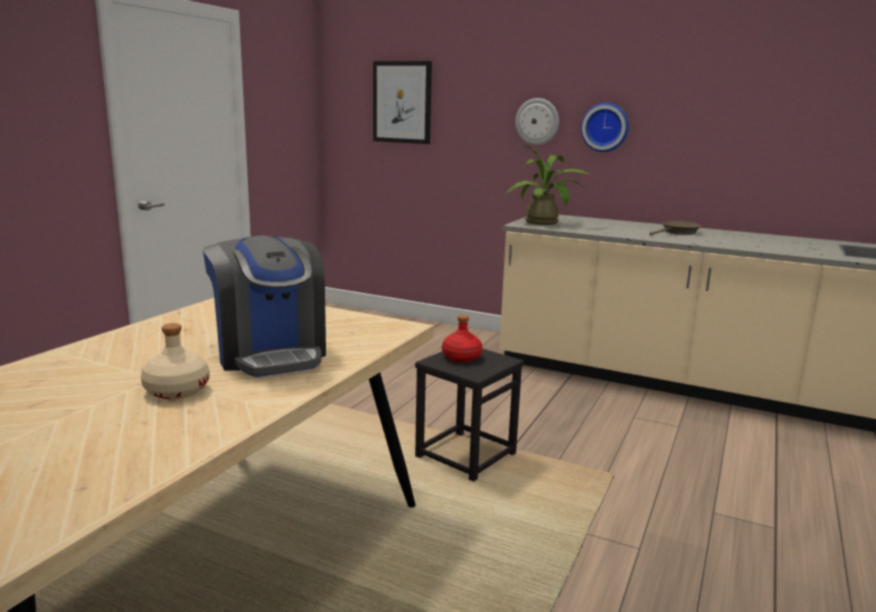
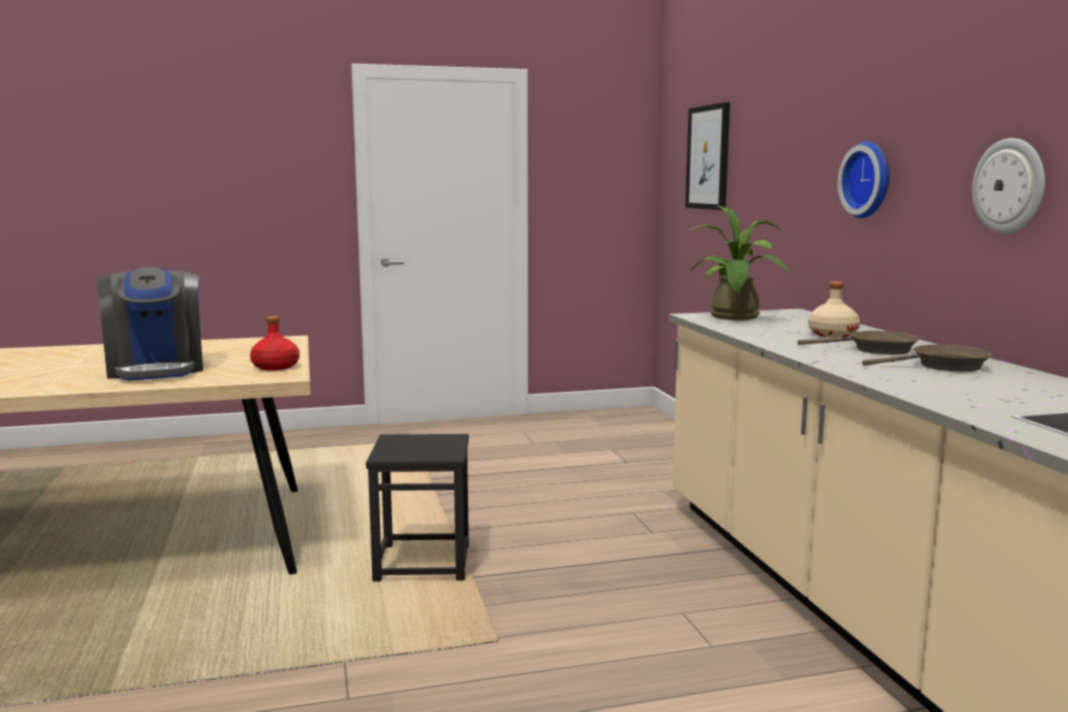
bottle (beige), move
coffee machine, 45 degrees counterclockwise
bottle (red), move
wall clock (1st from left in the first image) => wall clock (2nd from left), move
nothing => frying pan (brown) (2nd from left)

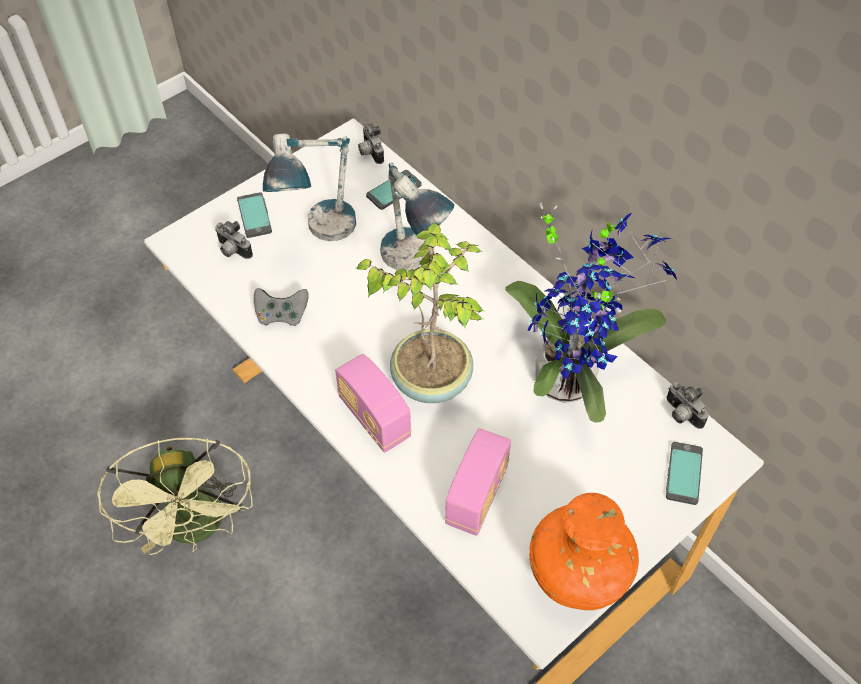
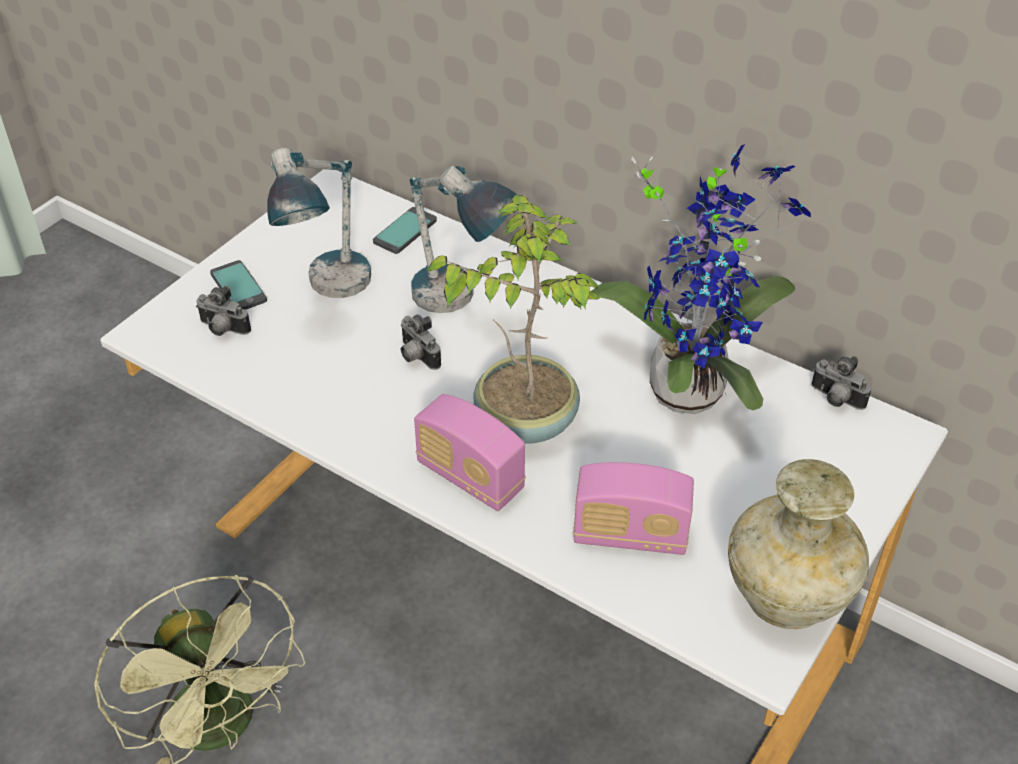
game controller (grey) => nothing
photo camera (2nd from left), move
radio (2nd from left), 90 degrees clockwise
vase (orange) => vase (beige)
phone (3rd from left) => nothing

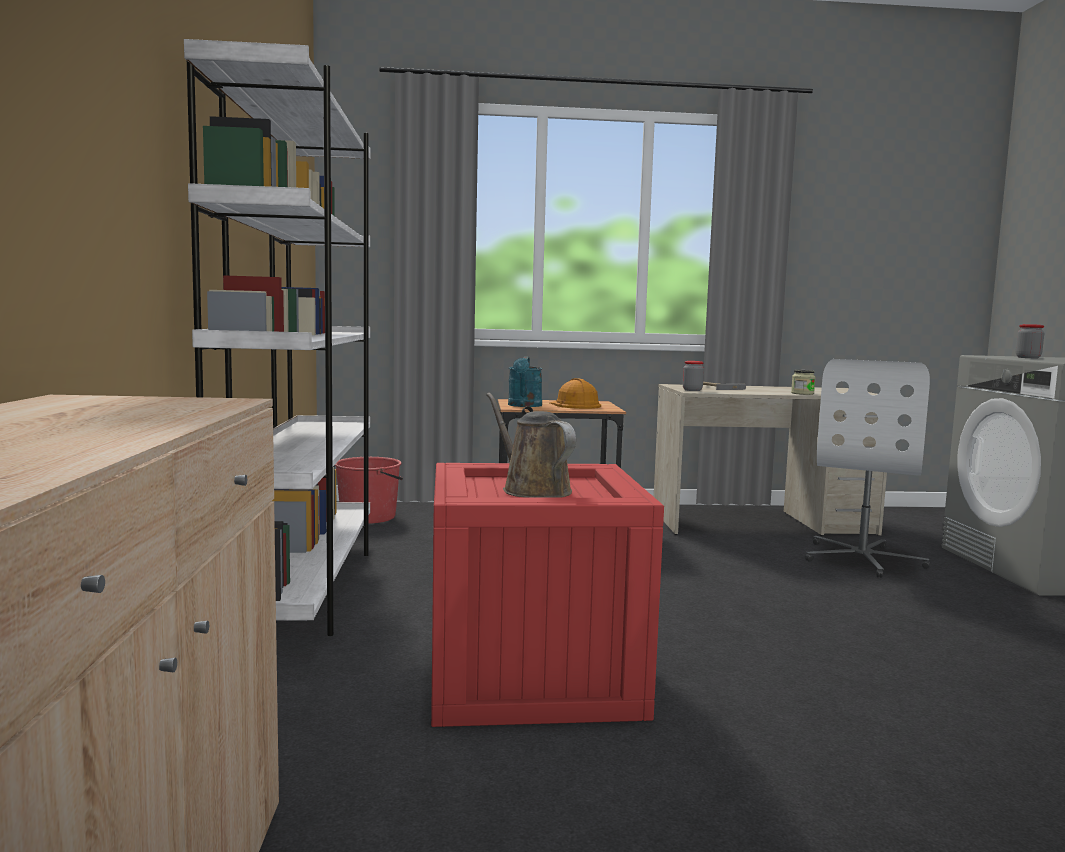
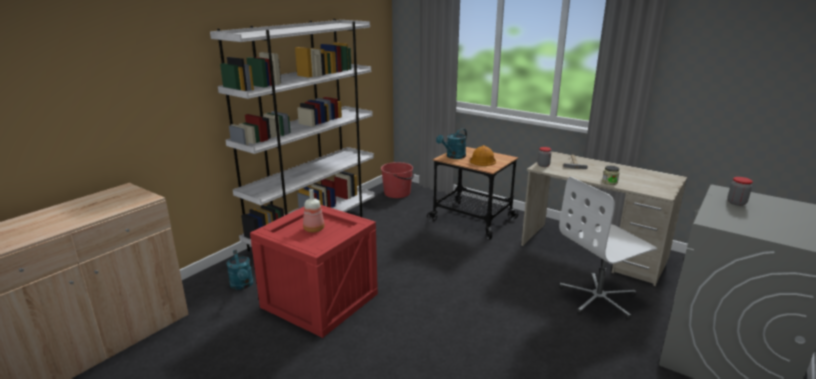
watering can (brown) => bottle
nothing => watering can (turquoise) (1st from left)

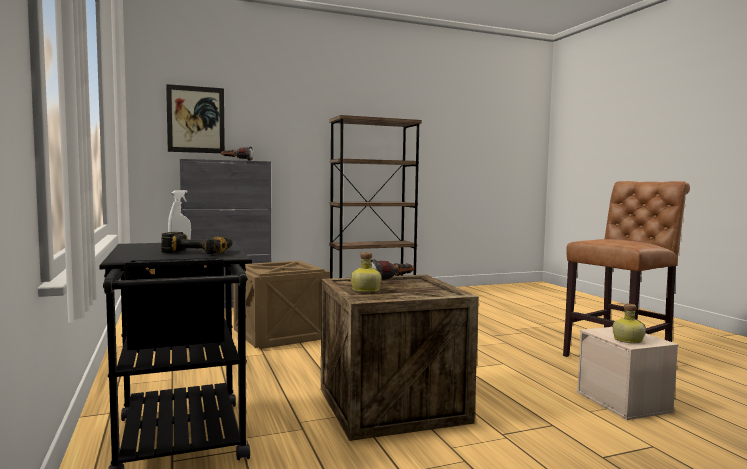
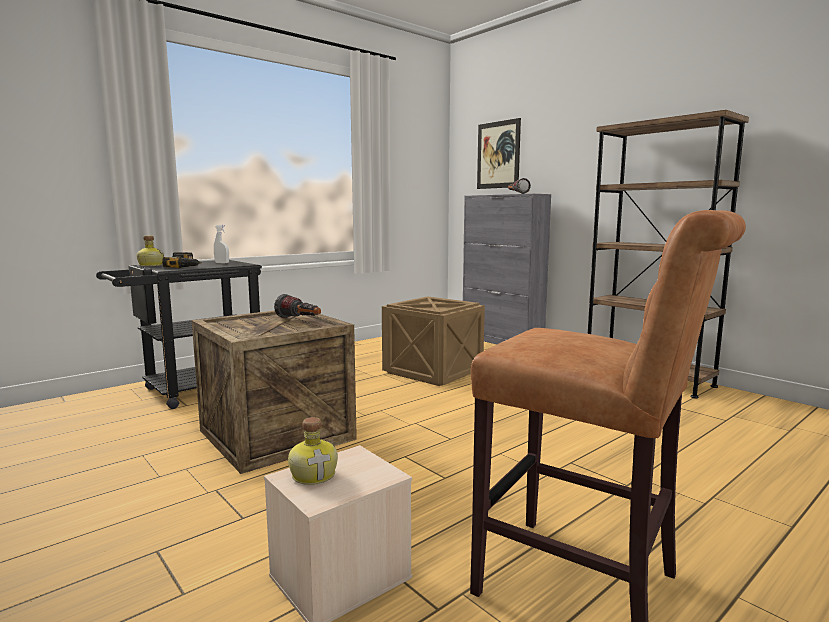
bottle (1st from left), move

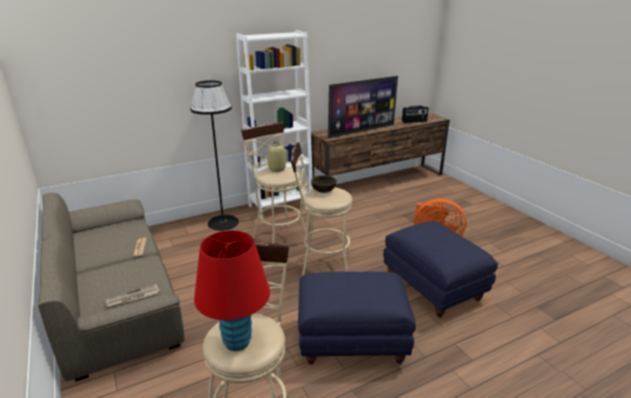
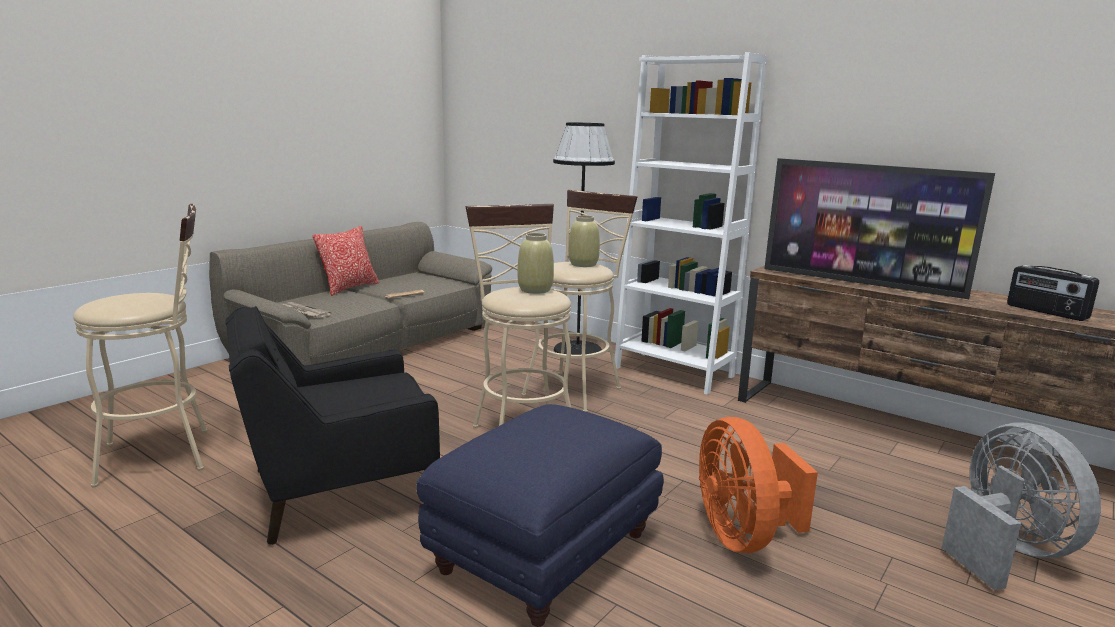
table lamp (red) => nothing
ottoman (blue) (1st from left) => armchair (black)
bowl (brown) => vase (beige) (1st from left)
nothing => pillow
nothing => fan (grey)

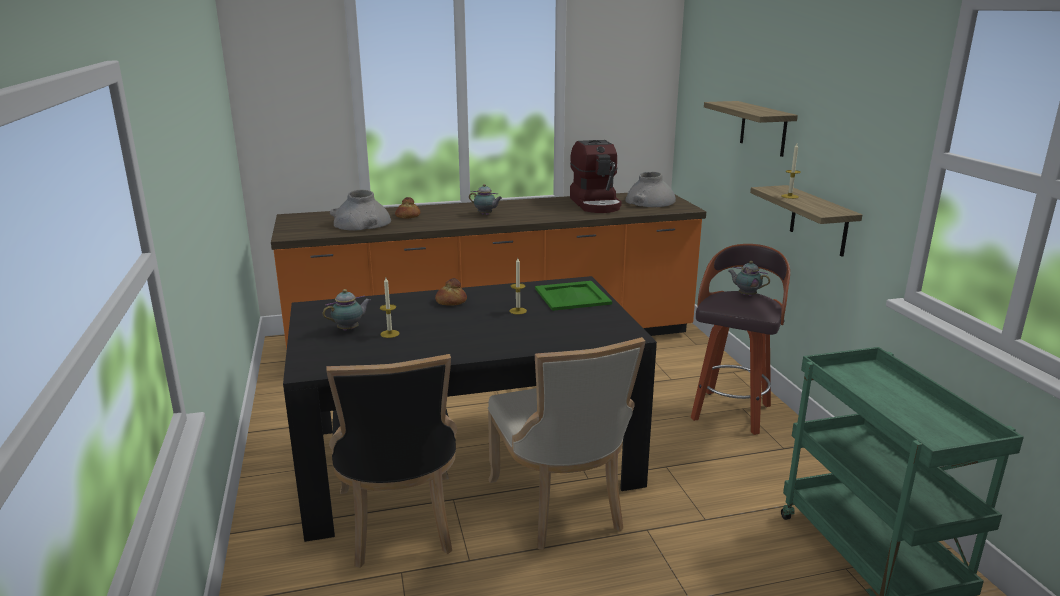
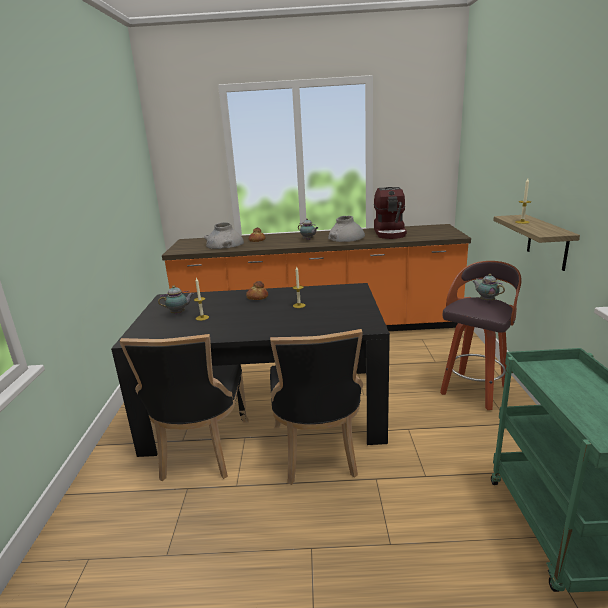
chair (beige) => chair (black) (2nd from left)
tray (green) => nothing
vase (grey) (2nd from left), move
shelf (1st from left) => nothing

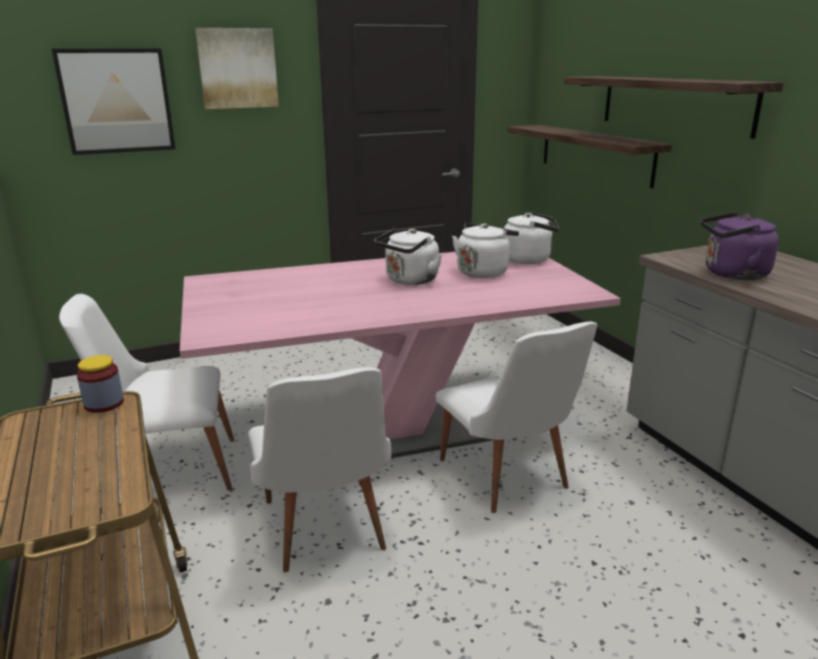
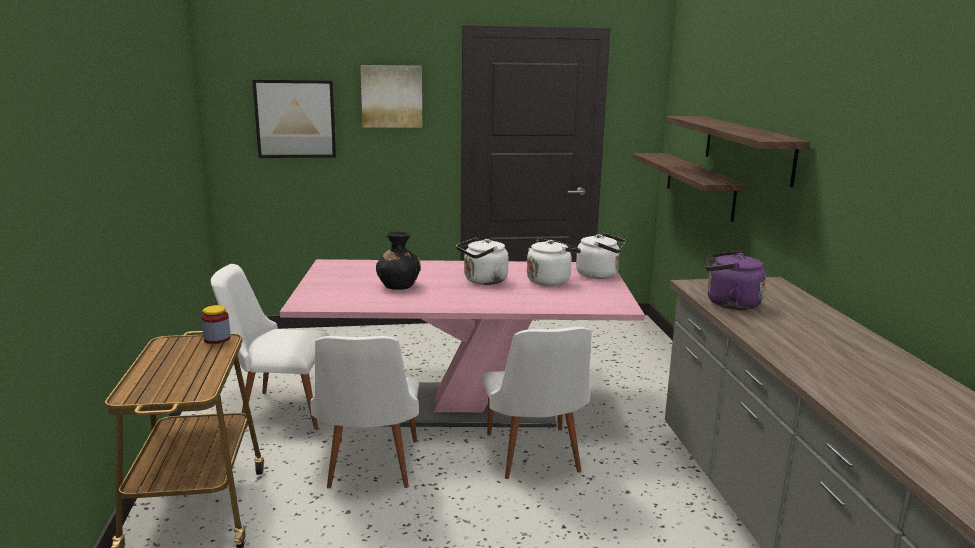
nothing => vase (black)

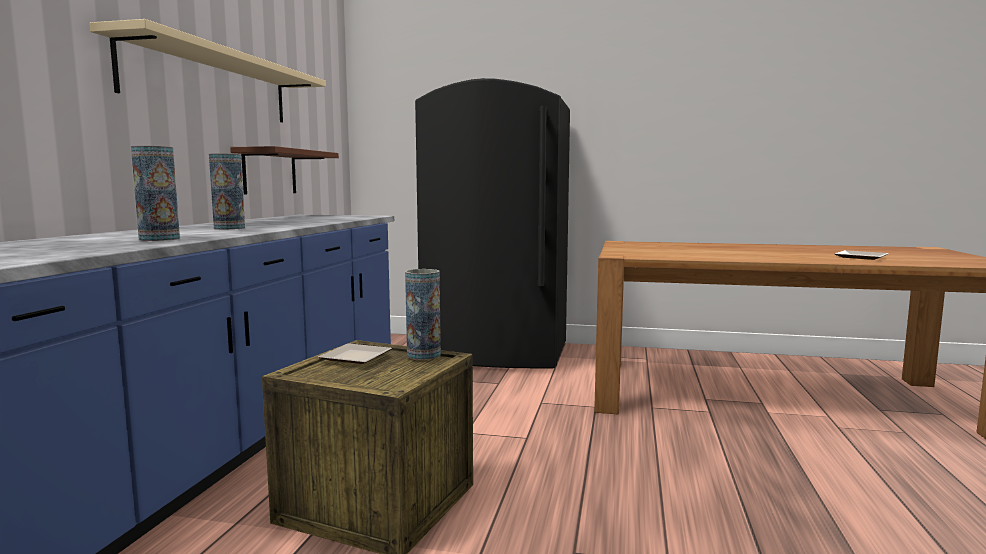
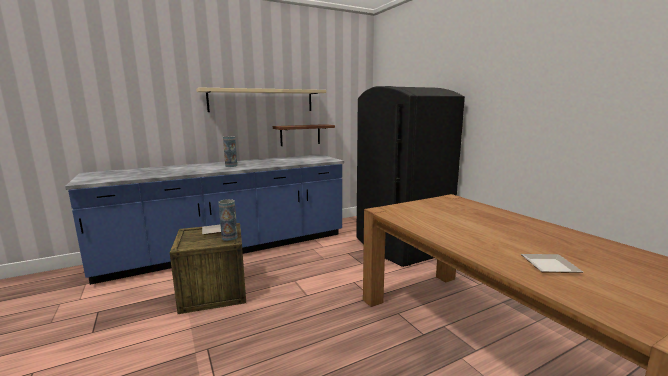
vase (1st from left) => nothing

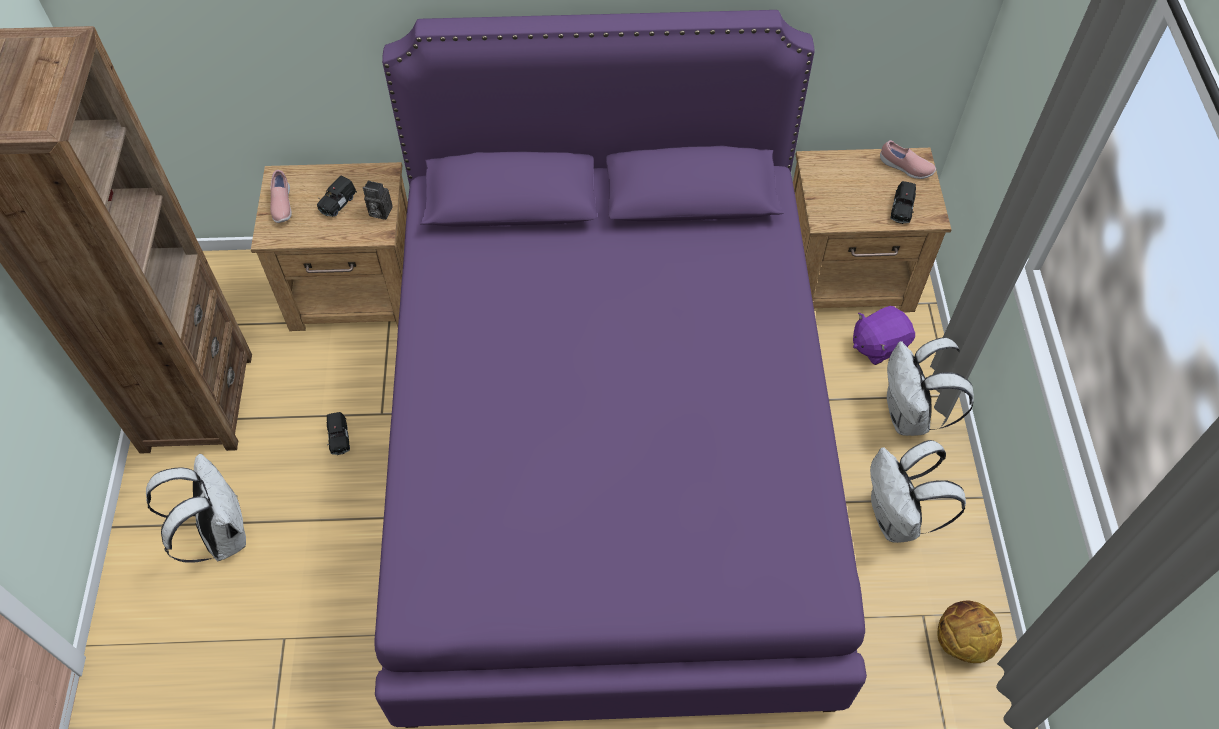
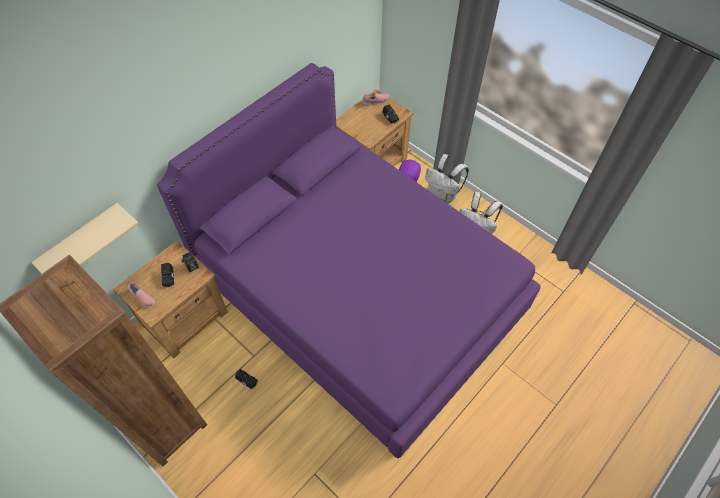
backpack (white) (1st from left) => nothing
basketball => nothing
nothing => shelf (beige)

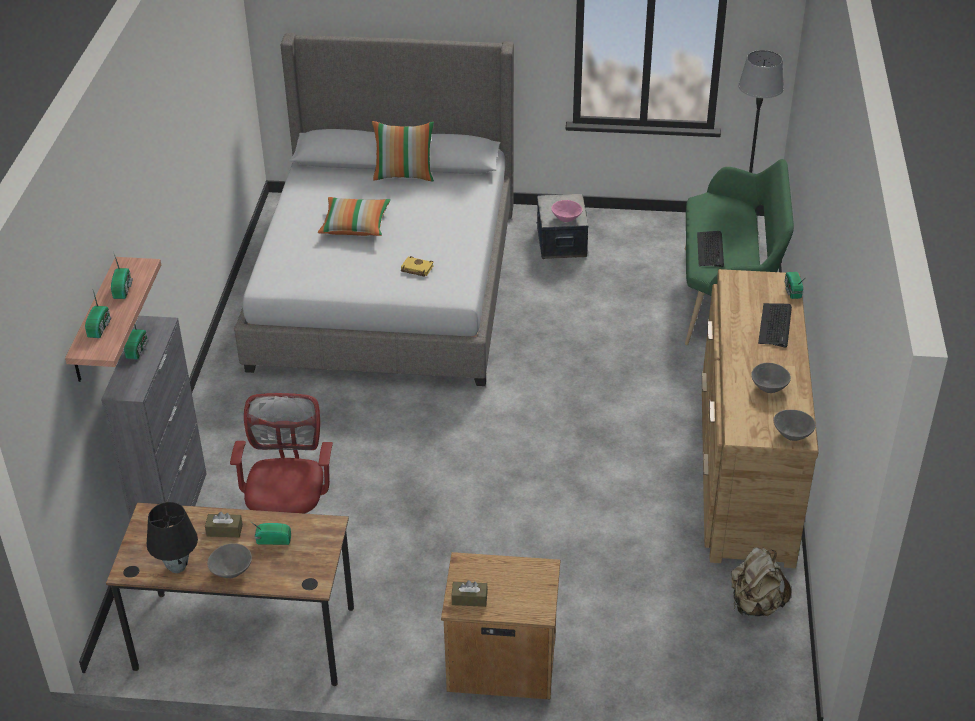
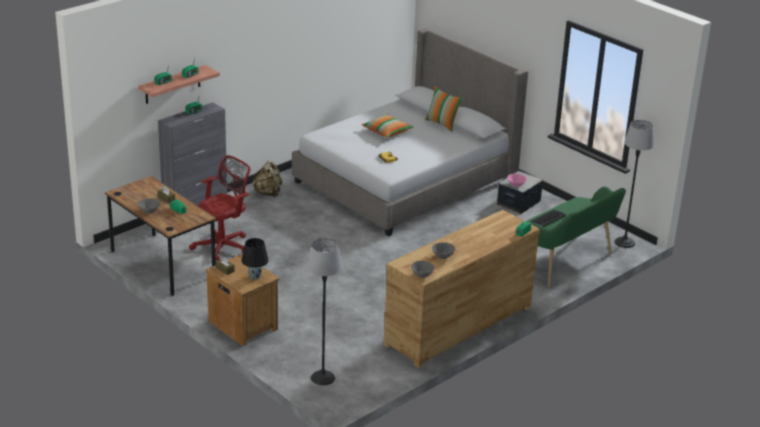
table lamp (black), move
backpack (beige), move
keyboard (2nd from left) => nothing
nothing => floor lamp (1st from left)

